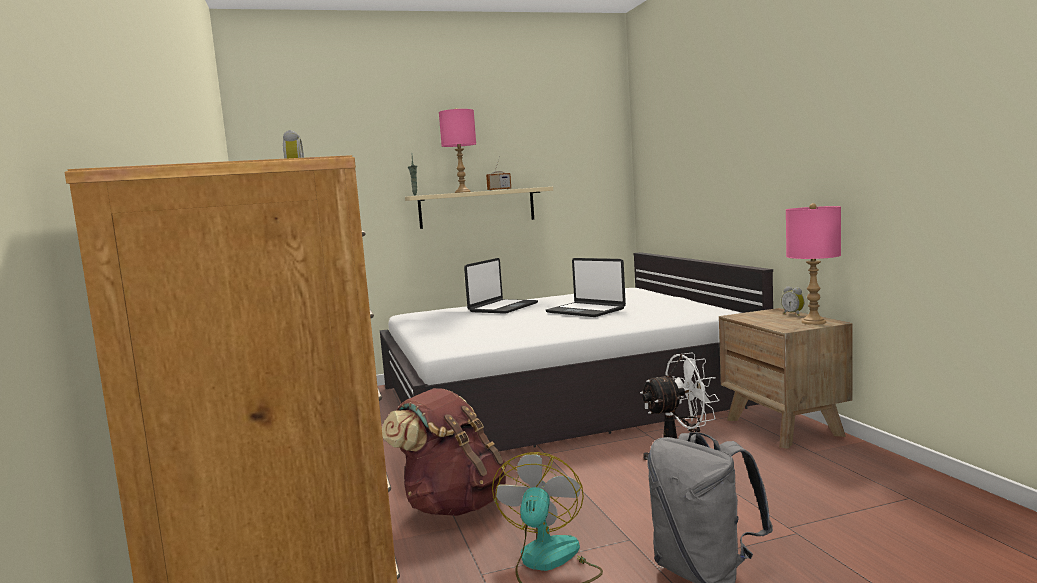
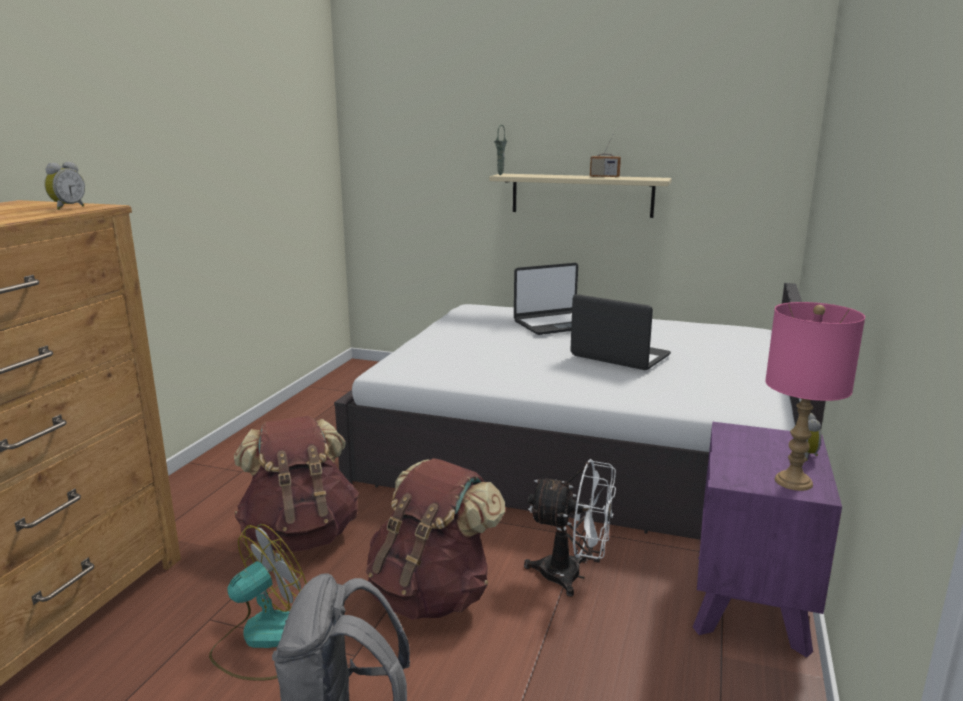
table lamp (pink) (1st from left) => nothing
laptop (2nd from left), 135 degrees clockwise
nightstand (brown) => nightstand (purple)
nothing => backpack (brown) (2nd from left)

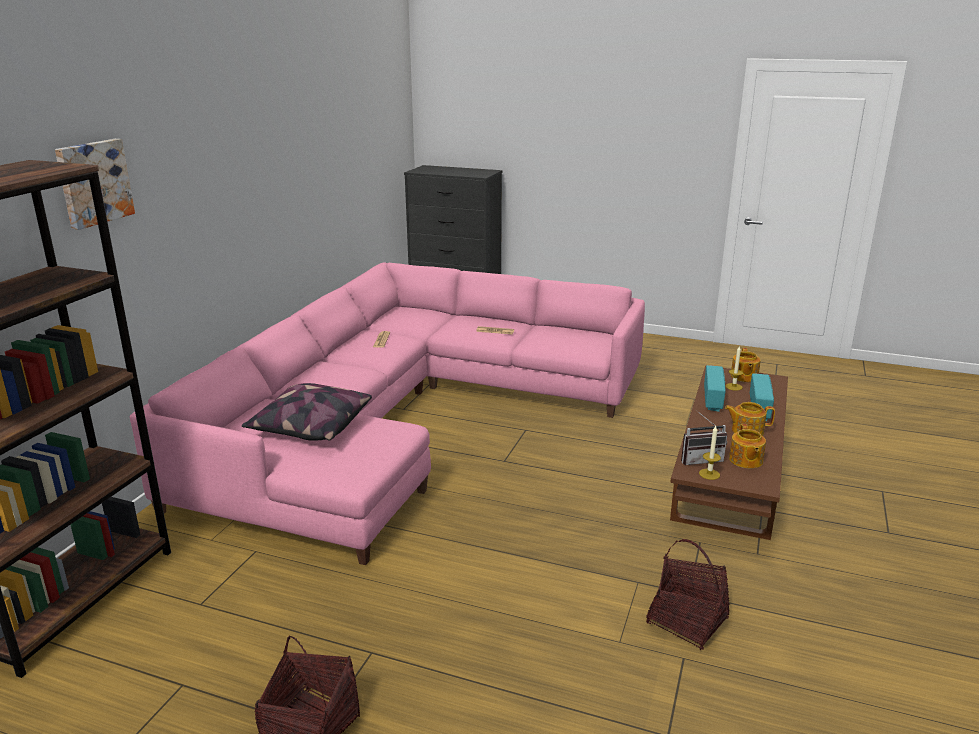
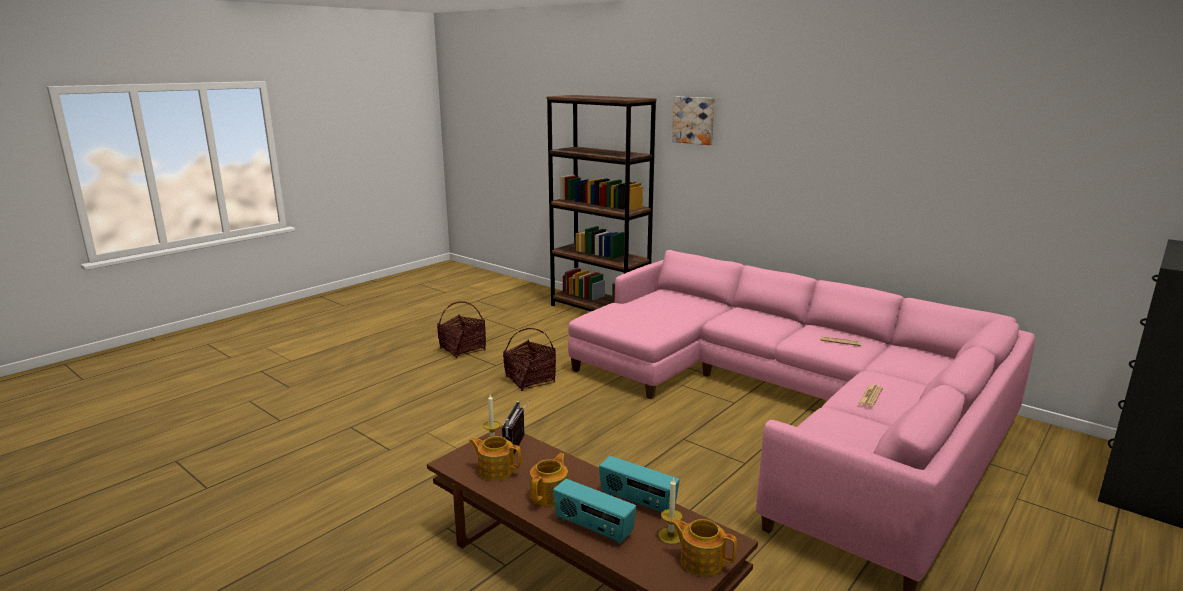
pillow => nothing
basket (2nd from left), move

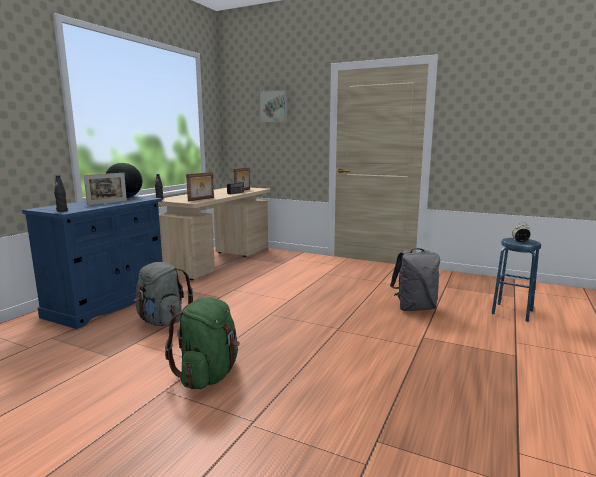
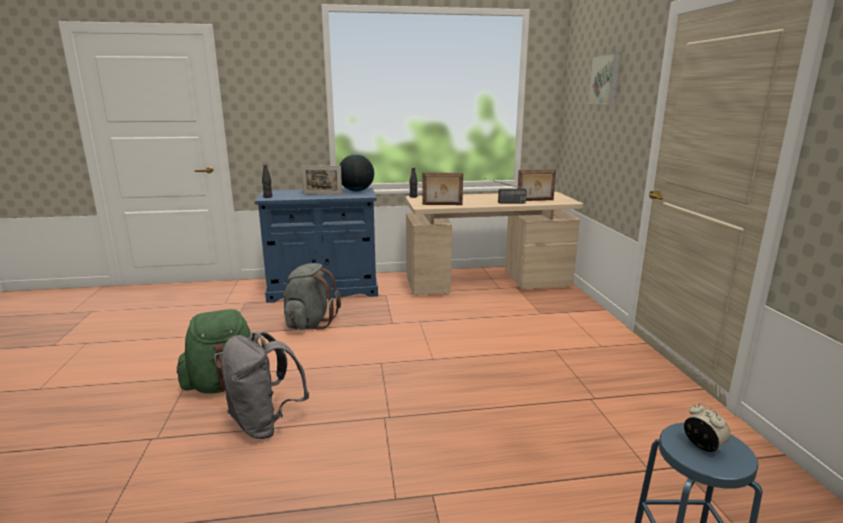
backpack (grey) (2nd from left in the first image) => backpack (grey) (1st from left), move

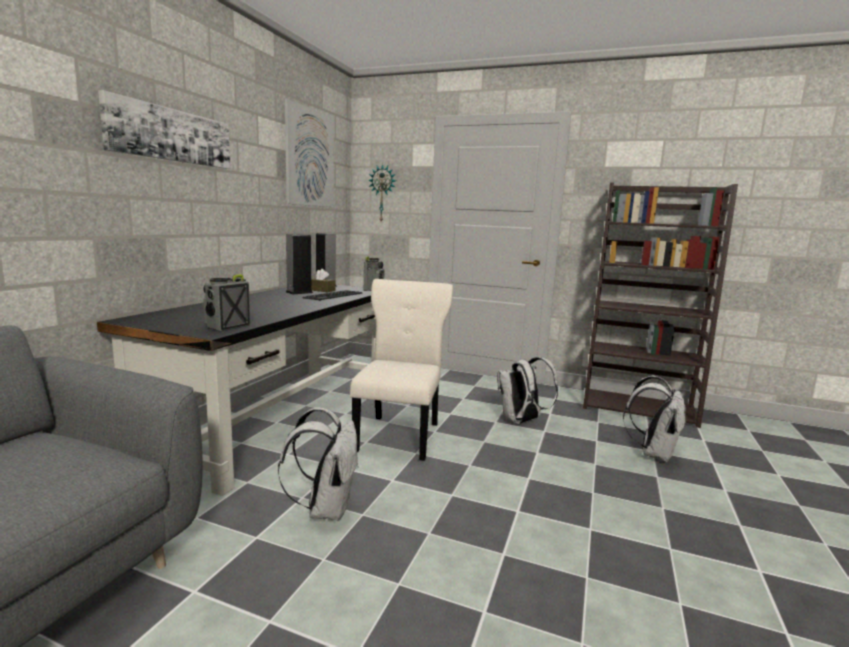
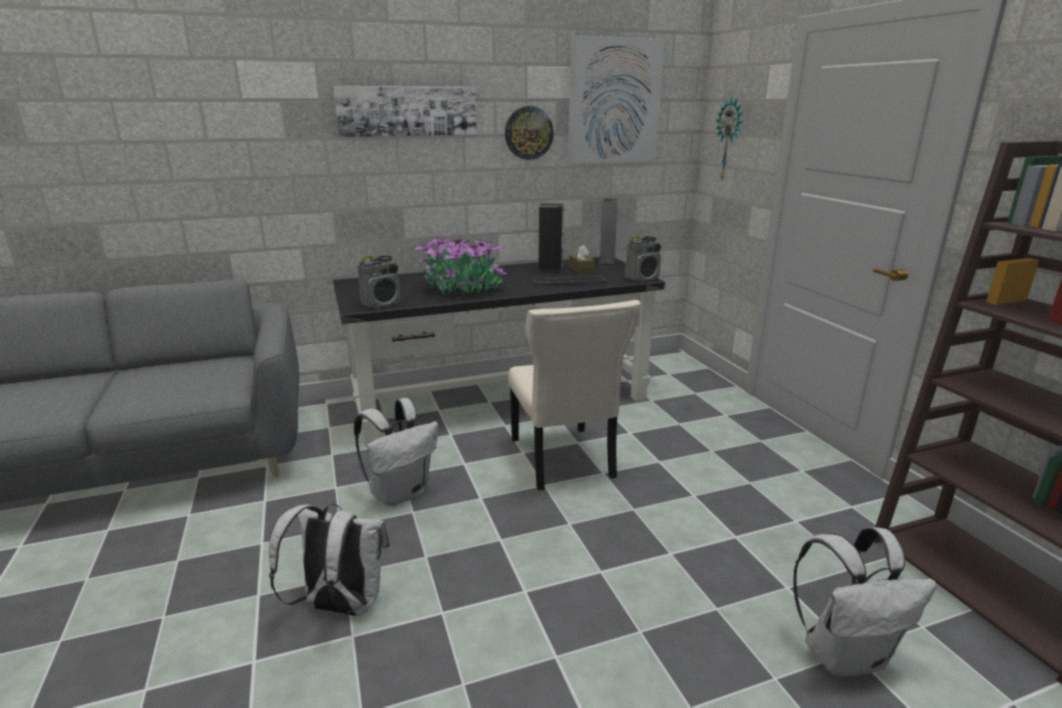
radio (1st from left), 150 degrees clockwise
chair (beige), 105 degrees clockwise
backpack (white) (2nd from left in the first image) => backpack (white) (1st from left), move
nothing => potted plant
nothing => wall clock (1st from left)

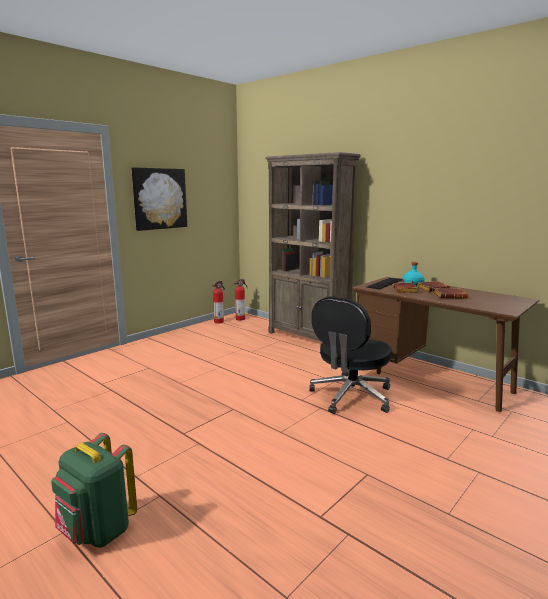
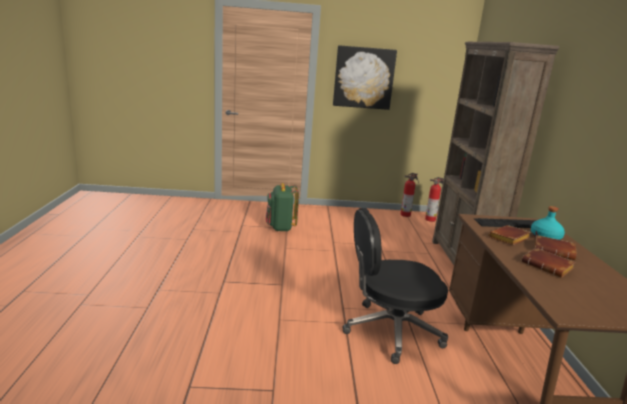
backpack (green), move

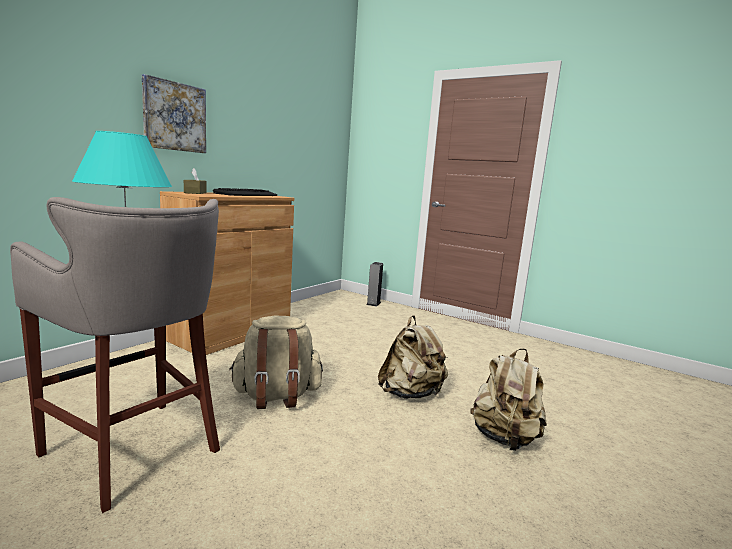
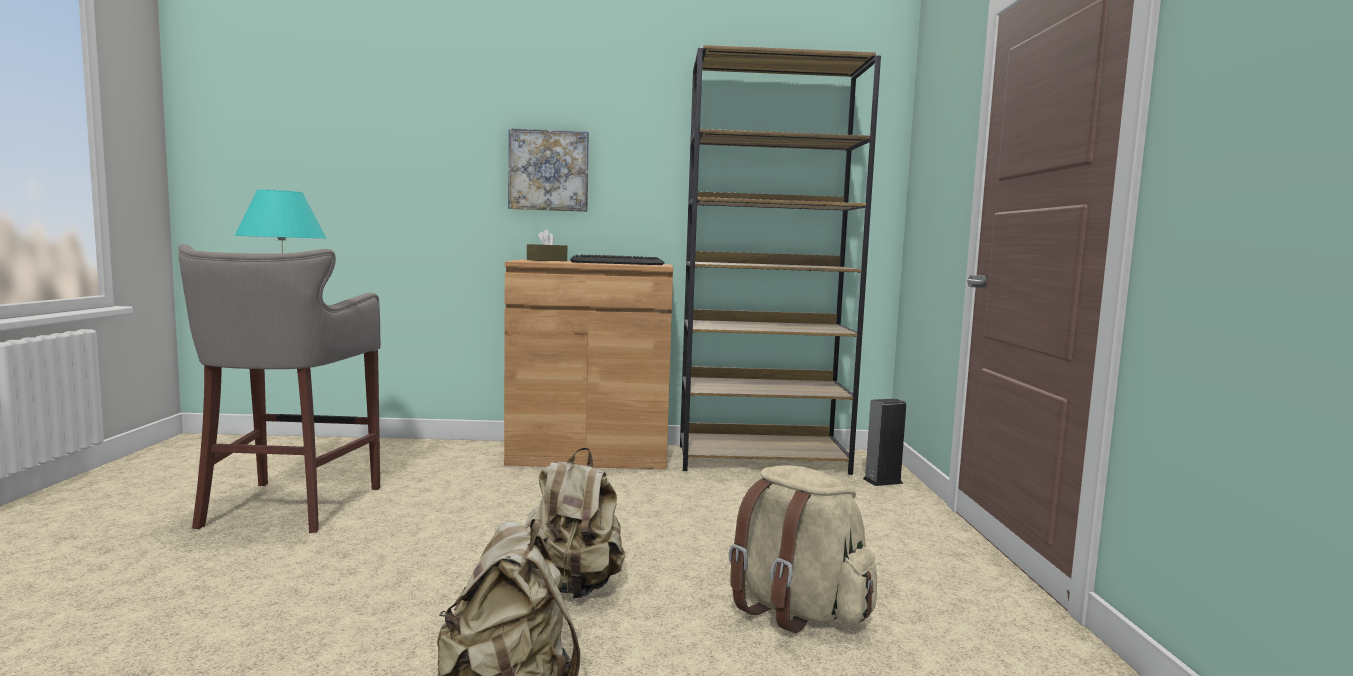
backpack (beige) (1st from left in the first image) => backpack (beige) (3rd from left), move
nothing => bookcase (brown)

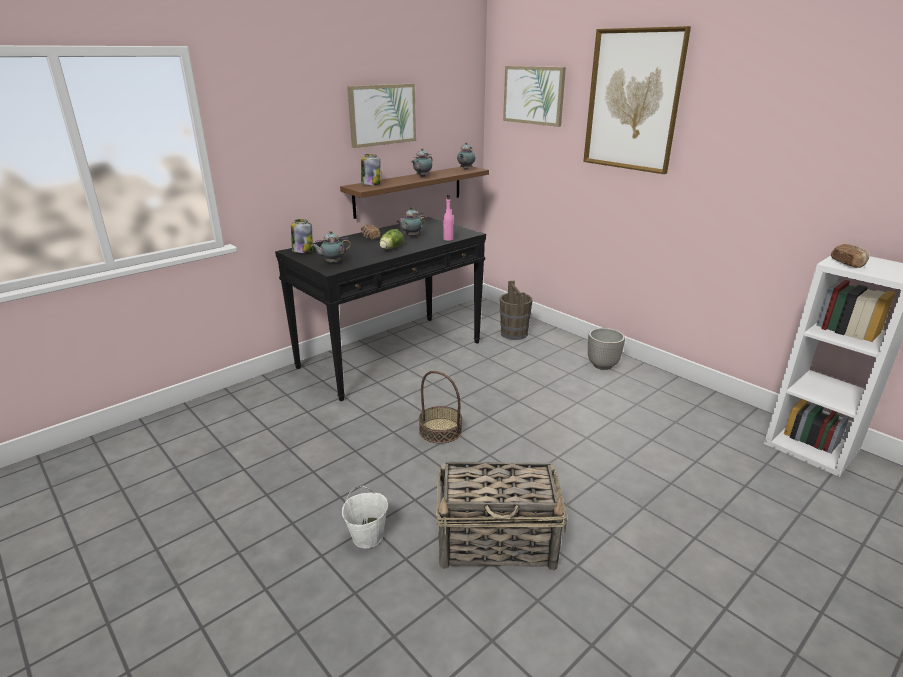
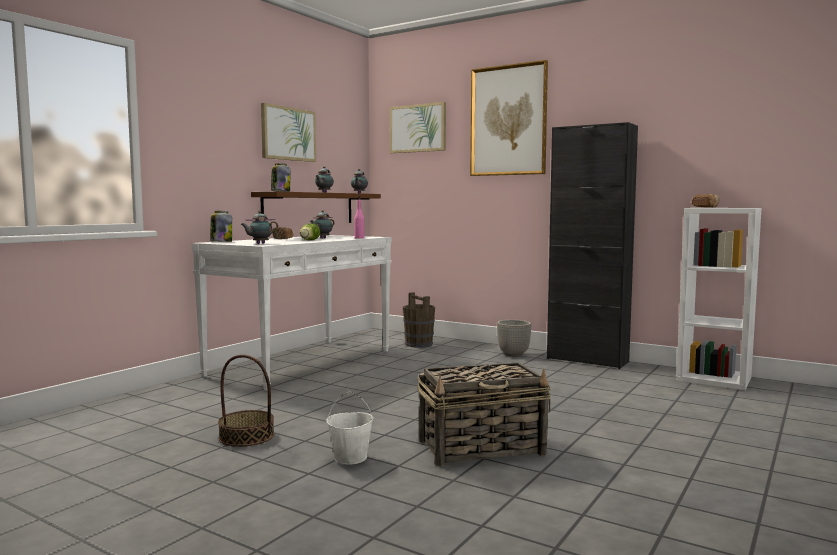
console table (black) => console table (white)
basket (1st from left), move
nothing => cabinet (black)

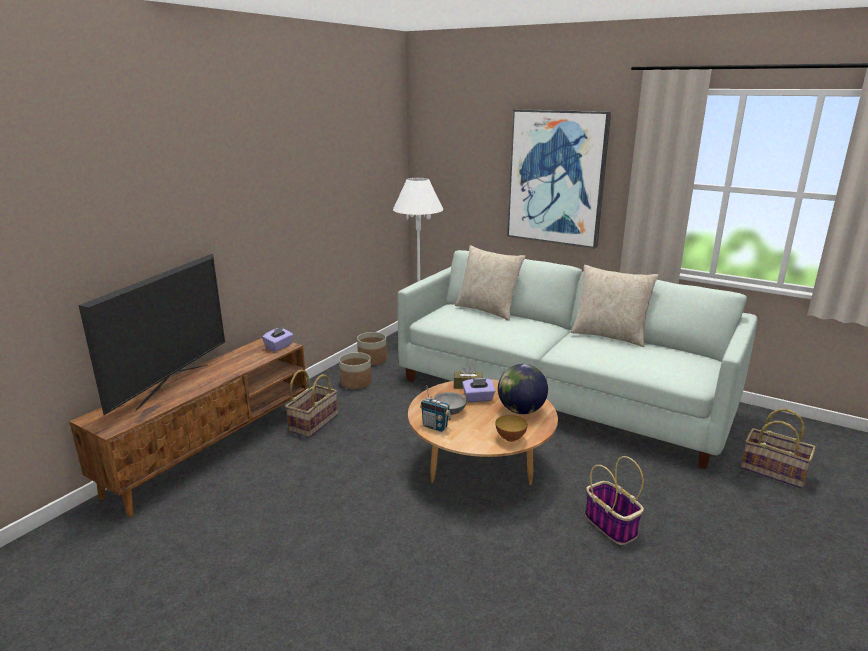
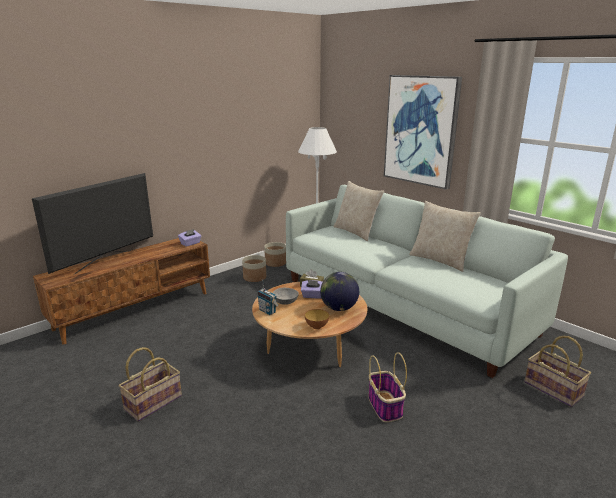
basket (1st from left), move

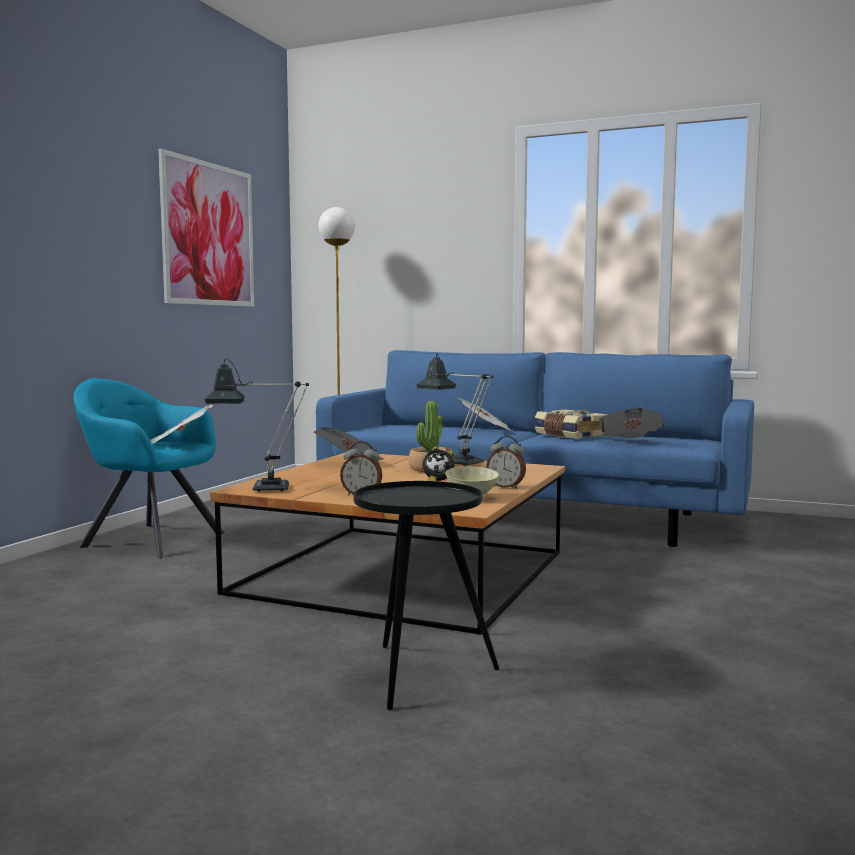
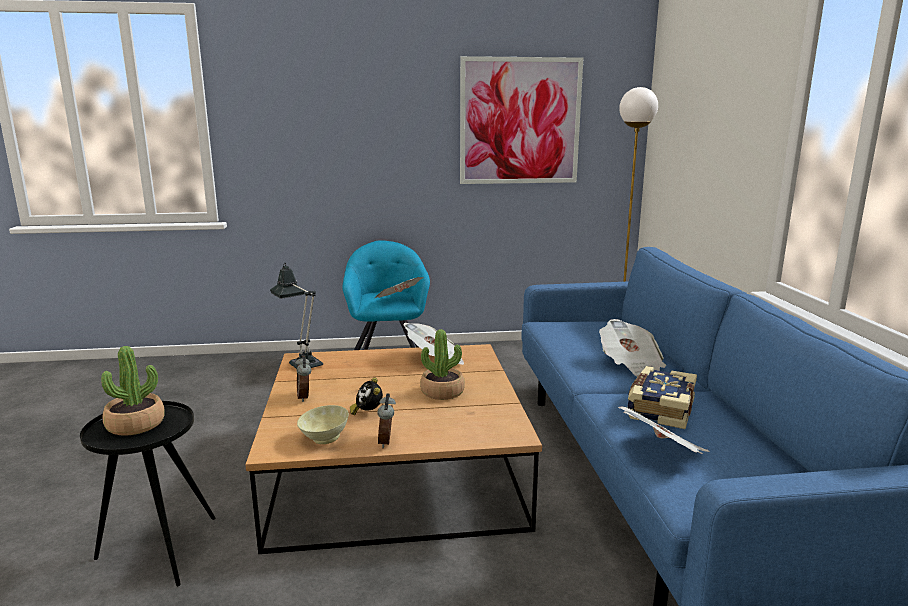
table lamp (2nd from left) => nothing
nothing => potted plant (1st from left)

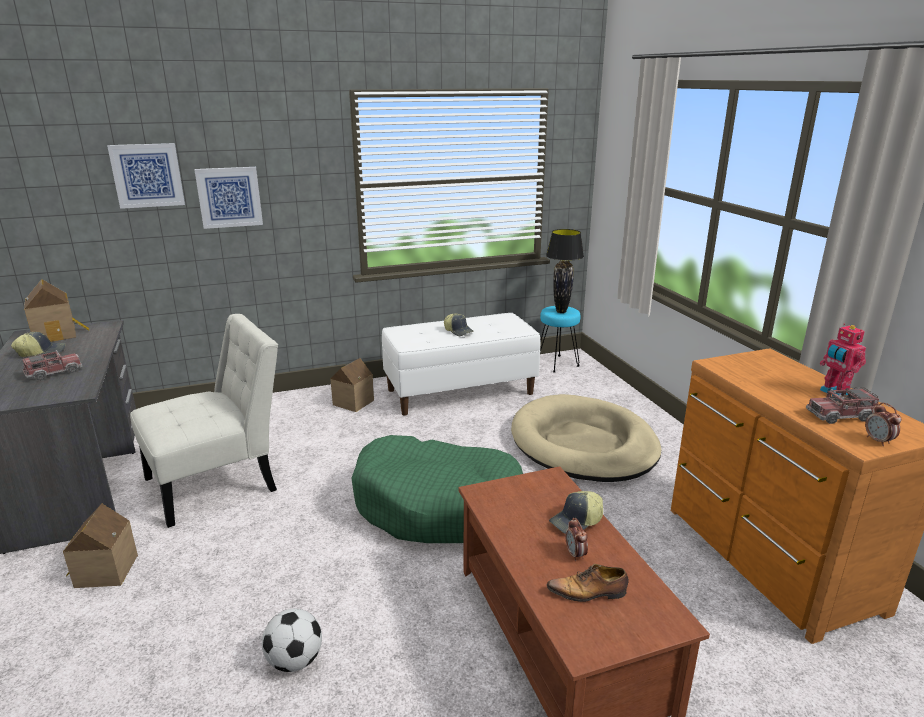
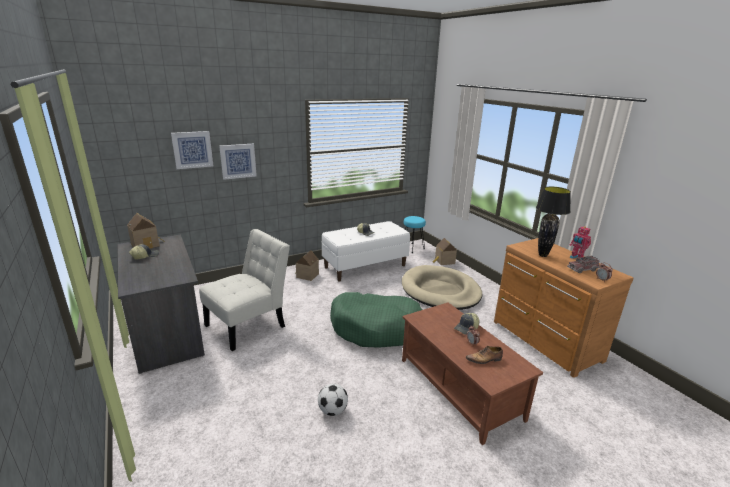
toy truck (1st from left) => nothing
toy house (2nd from left in the first image) => toy house (3rd from left), move
table lamp (black), move

